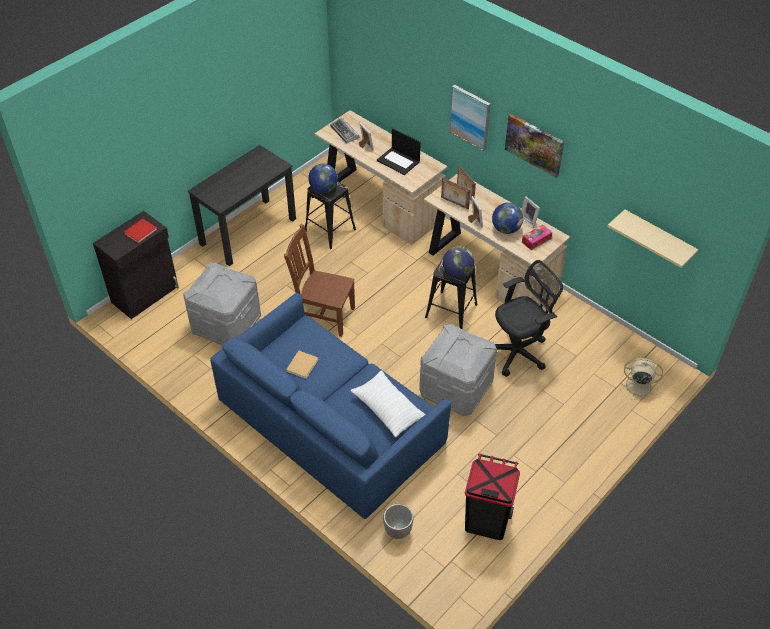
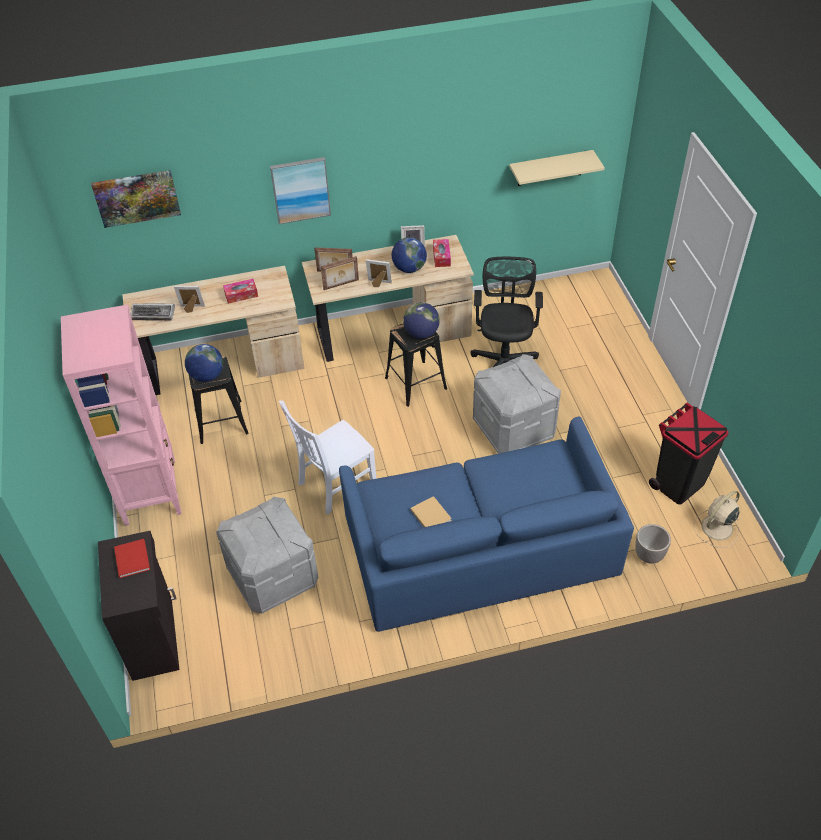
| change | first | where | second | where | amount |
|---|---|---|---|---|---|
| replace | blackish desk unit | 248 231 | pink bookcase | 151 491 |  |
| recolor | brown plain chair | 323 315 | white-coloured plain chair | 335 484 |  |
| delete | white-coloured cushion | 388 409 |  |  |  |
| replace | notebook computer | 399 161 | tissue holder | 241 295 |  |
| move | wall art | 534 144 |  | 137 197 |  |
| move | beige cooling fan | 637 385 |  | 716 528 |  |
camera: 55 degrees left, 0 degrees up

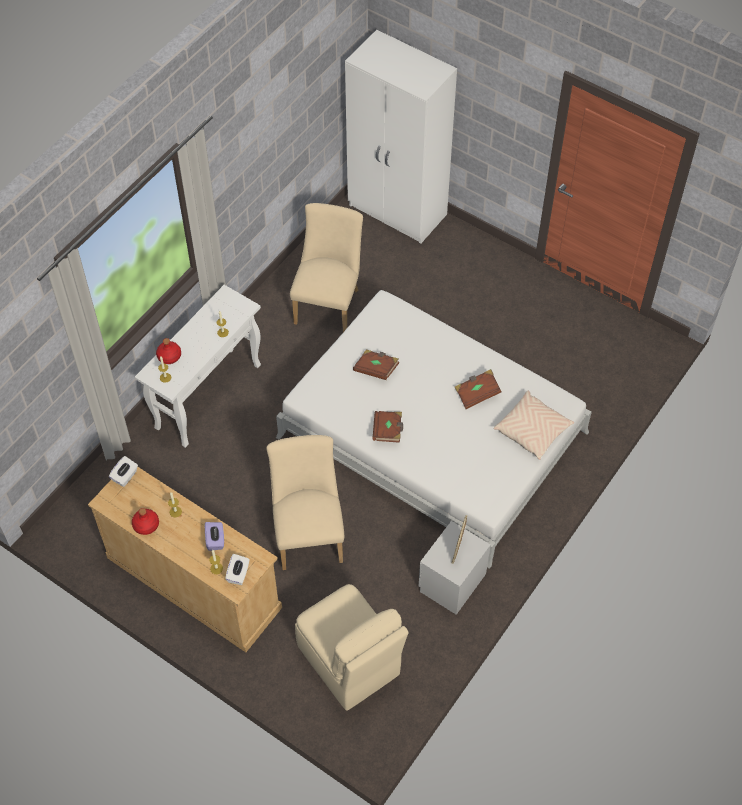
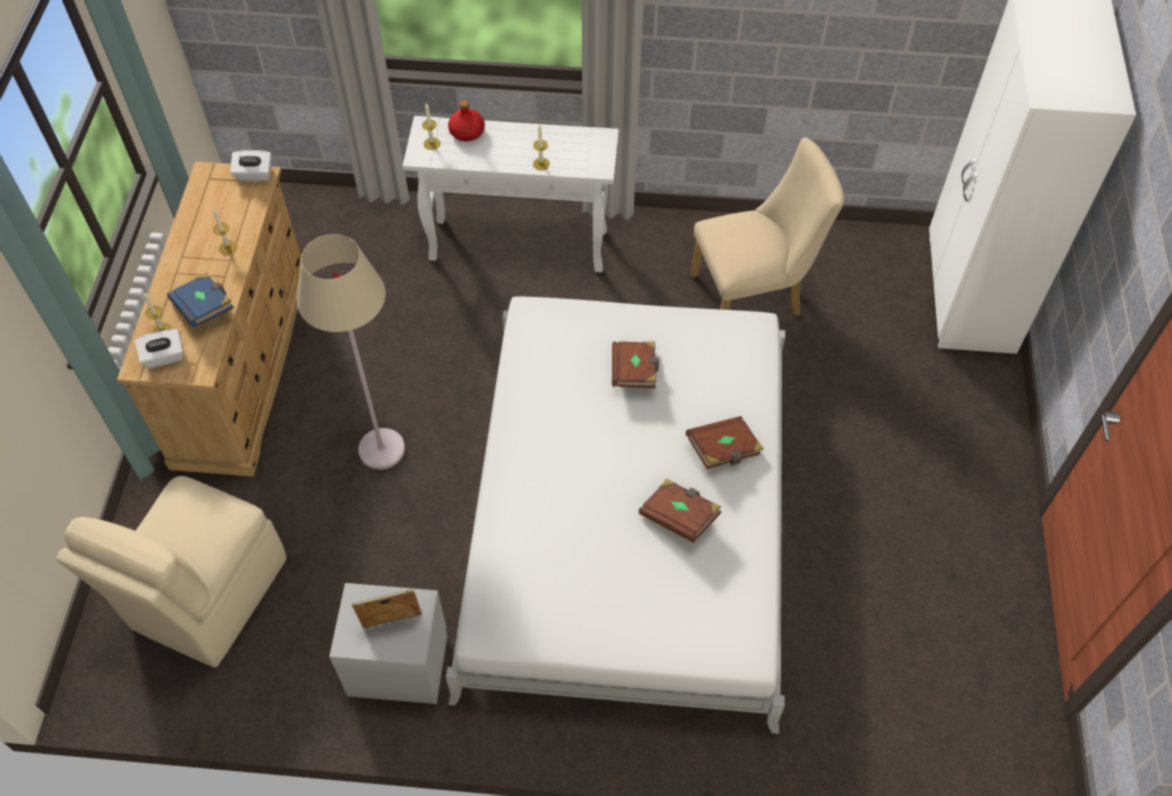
| change | first | where | second | where | amount |
|---|---|---|---|---|---|
| delete | reddish bottle | 146 525 |  |  |  |
| replace | purple-coloured tissue holder | 215 540 | blue-coloured volume | 205 308 |  |
| replace | beige plain chair | 308 532 | beige floor lamp | 382 449 |  |
| move | brown volume | 388 431 |  | 723 450 |  |
| delete | beige cushion | 532 431 |  |  |  |
camera: 60 degrees right, 0 degrees up

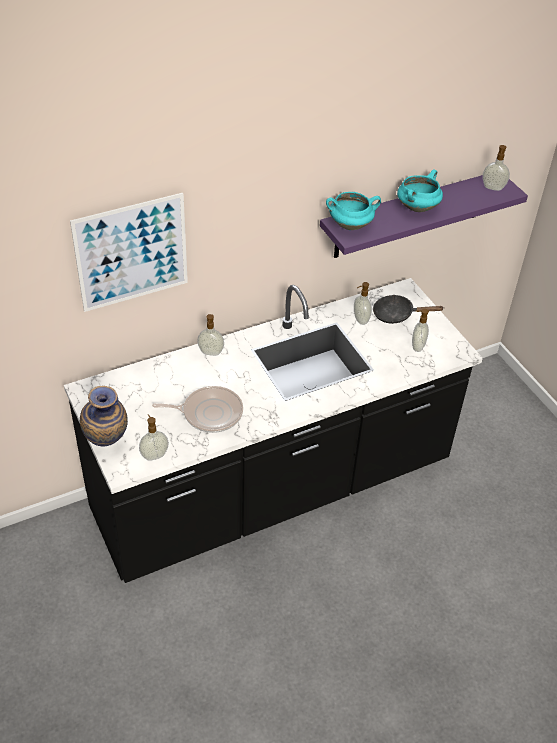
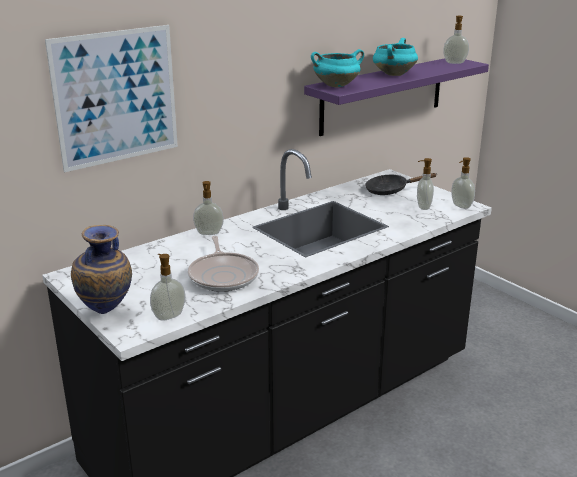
| change | first | where | second | where | amount |
|---|---|---|---|---|---|
| rotate | pan | 209 413 |  | 223 275 | 90 degrees clockwise |
| move | liquid soap bottle | 360 320 |  | 460 206 |  |
camera: 10 degrees left, 20 degrees down

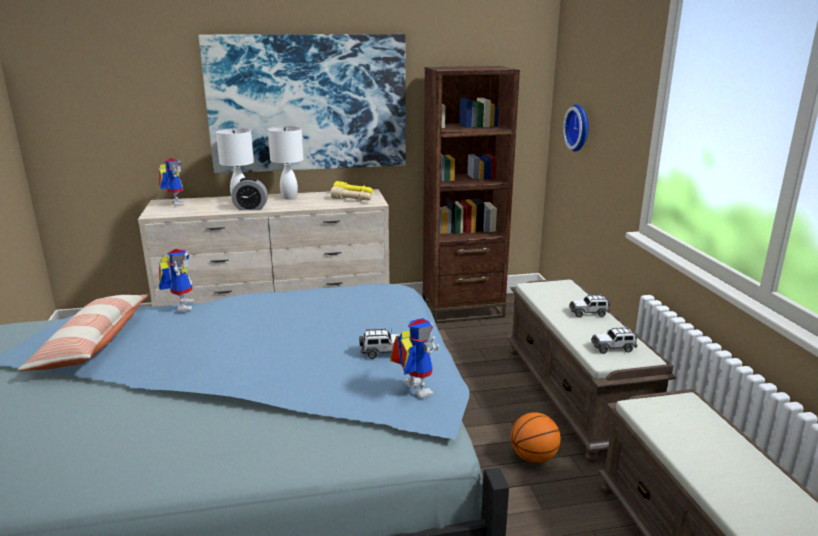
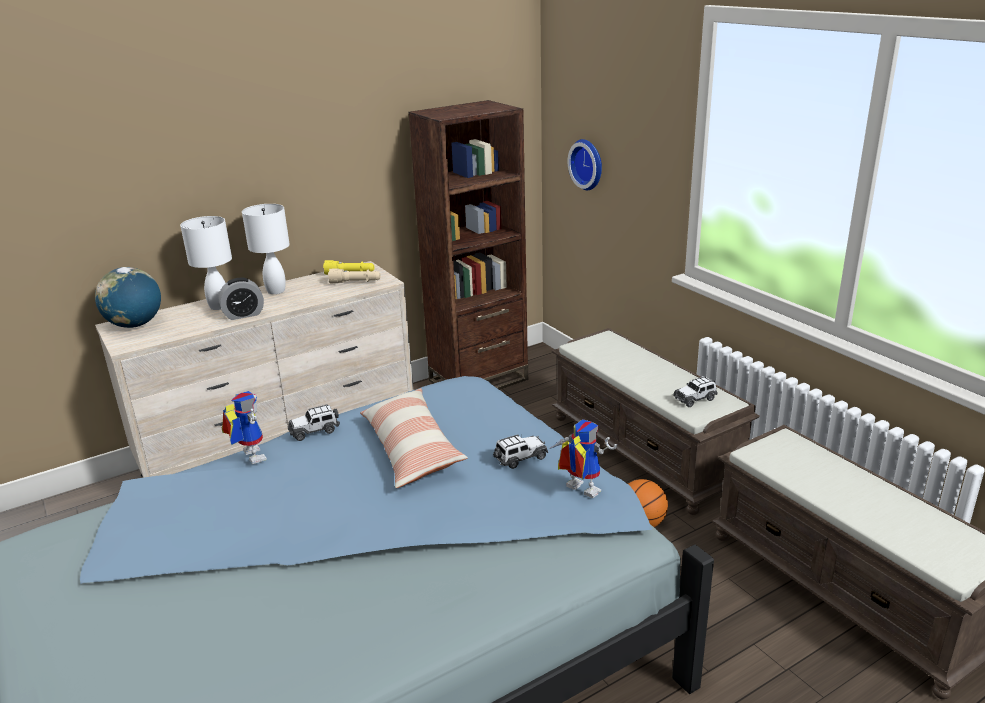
| change | first | where | second | where | amount |
|---|---|---|---|---|---|
| move | cushion | 92 344 |  | 411 449 |  |
| replace | robot figure | 174 203 | desk globe | 135 325 |  |
| delete | wall art | 308 103 |  |  |  |
| move | model car | 588 313 |  | 314 431 |  |
camera: 20 degrees left, 5 degrees up

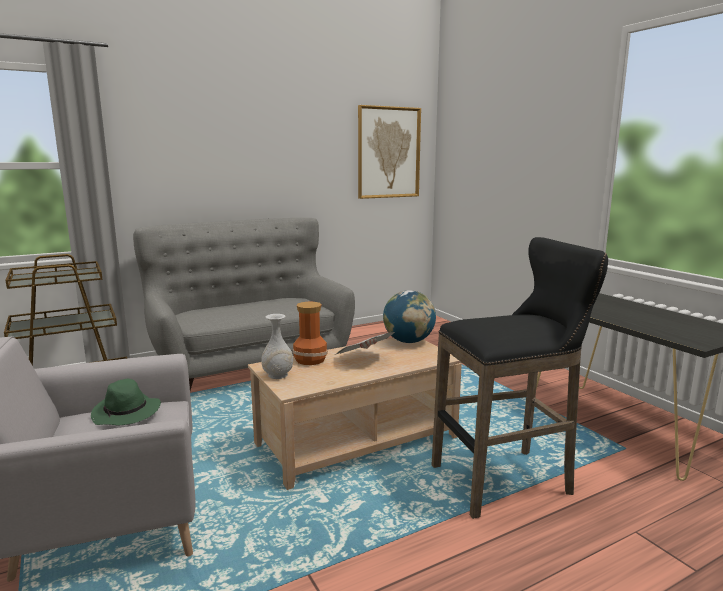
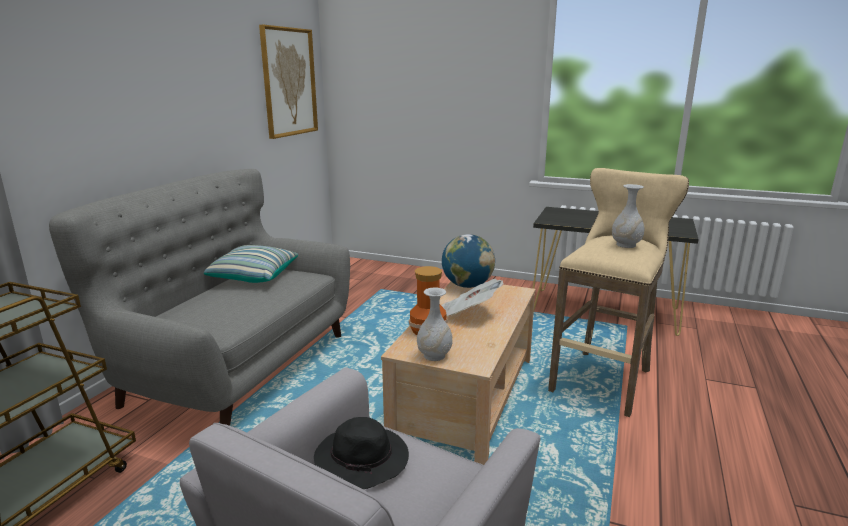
| change | first | where | second | where | amount |
|---|---|---|---|---|---|
| recolor | greenish hat | 127 413 | blackish hat | 363 461 |  |
| recolor | blackish stool seat | 507 479 | beige stool seat | 603 378 |  |
| insert |  |  | cushion | 252 277 |  |
| insert |  |  | white-coloured vase | 626 245 |  |
camera: 40 degrees left, 5 degrees up

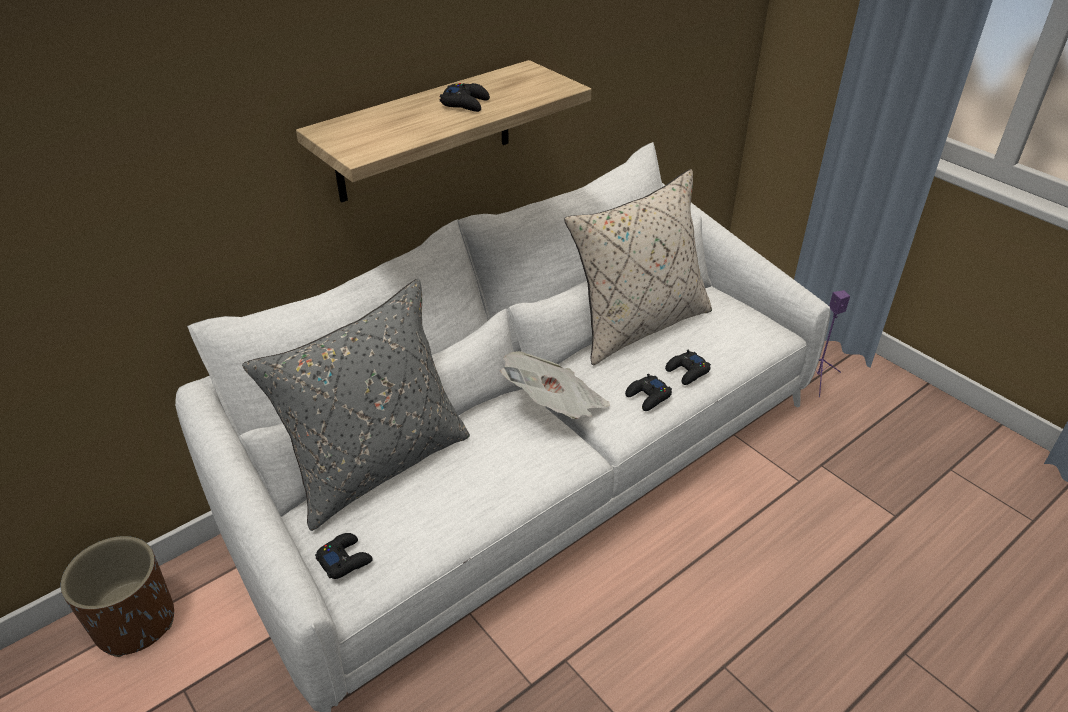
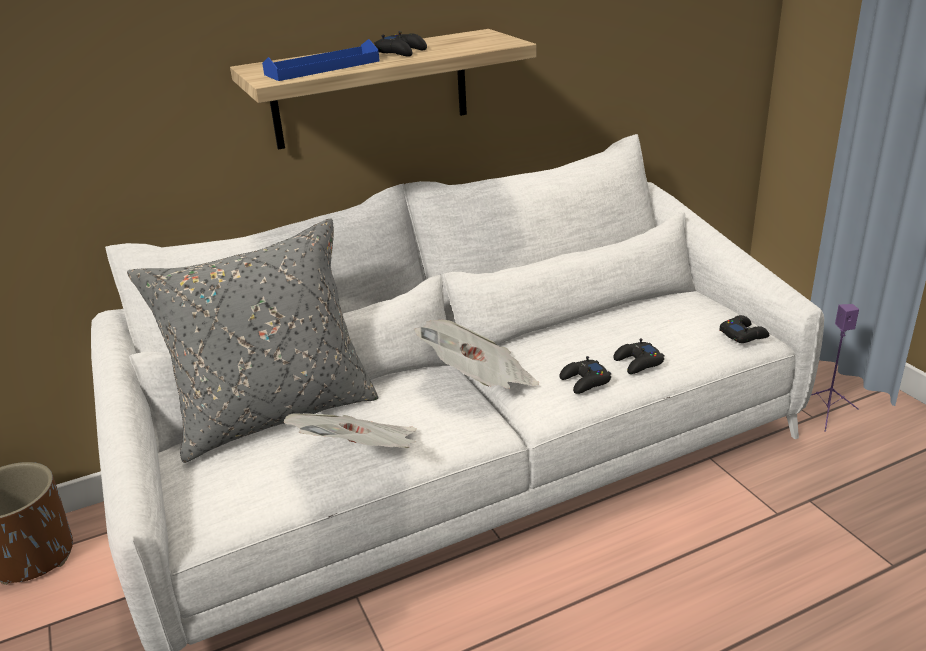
| change | first | where | second | where | amount |
|---|---|---|---|---|---|
| move | blackish gamepad | 345 559 |  | 743 335 |  |
| delete | beige cushion | 637 325 |  |  |  |
| insert |  |  | blue-coloured carrying tray | 322 68 |  |
| insert |  |  | newspaper | 361 457 |  |
camera: 15 degrees right, 10 degrees down

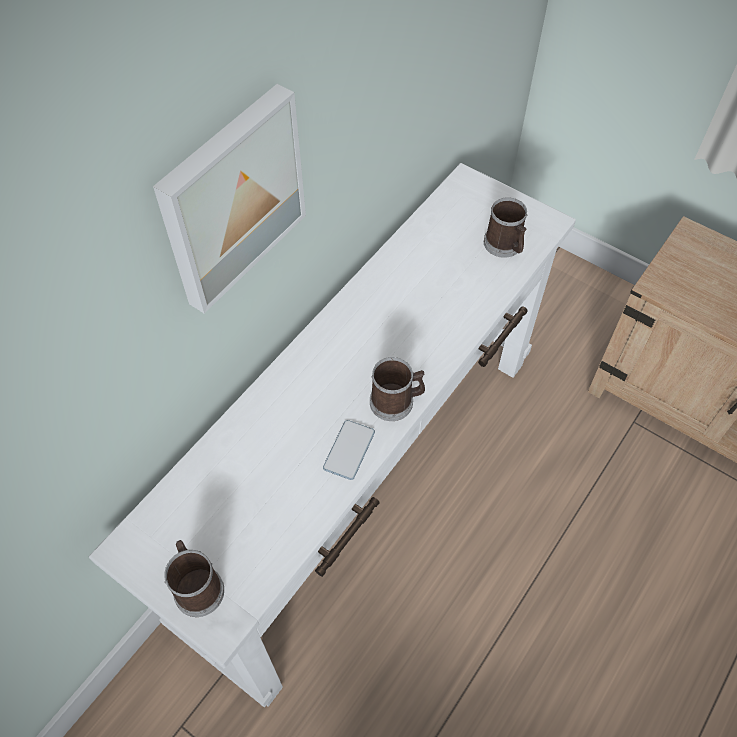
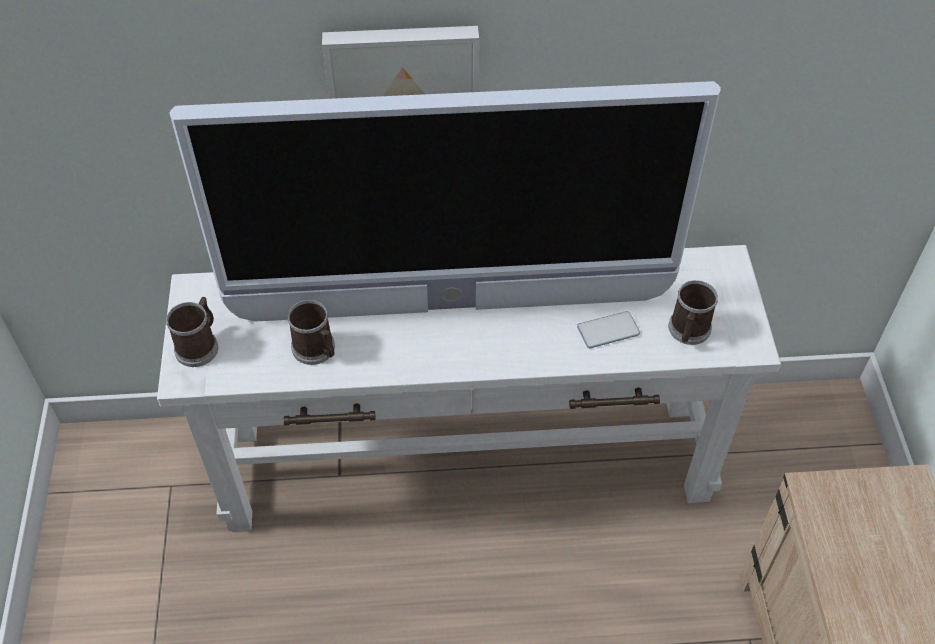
| change | first | where | second | where | amount |
|---|---|---|---|---|---|
| move | phone | 349 450 |  | 608 330 |  |
| move | mug | 396 401 |  | 317 350 |  |
| insert |  |  | TV | 451 306 |  |
camera: 50 degrees right, 5 degrees down

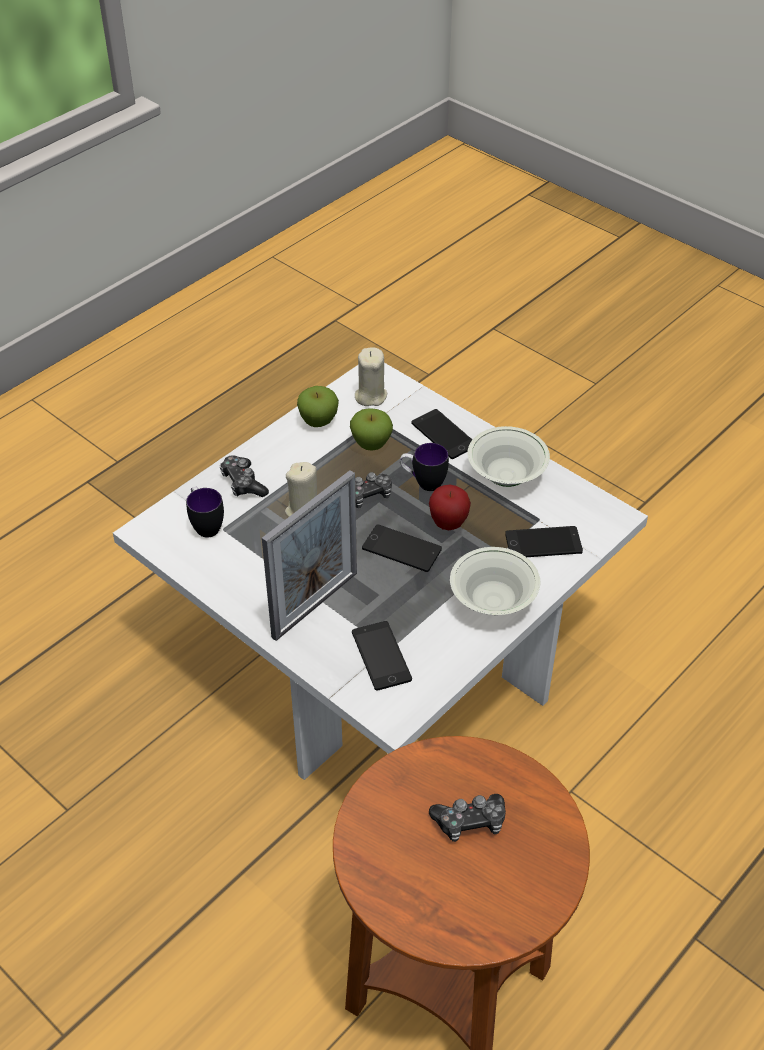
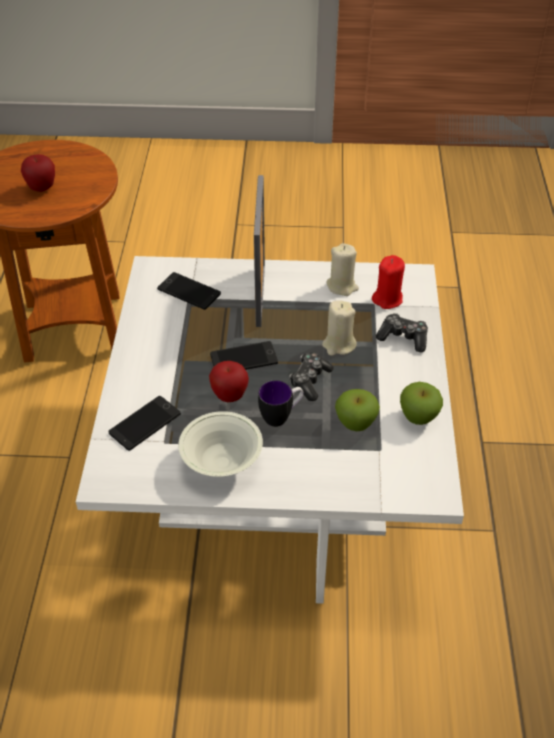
| change | first | where | second | where | amount |
|---|---|---|---|---|---|
| replace | mug | 205 525 | reddish candle | 387 299 |  |
| move | beige candle | 370 396 |  | 342 286 |  |
| delete | phone | 443 435 |  |  |  |
| replace | gamepad | 470 822 | apple | 42 188 |  |
| delete | white-coloured deep dish | 493 602 |  |  |  |
camera: 140 degrees right, 0 degrees up

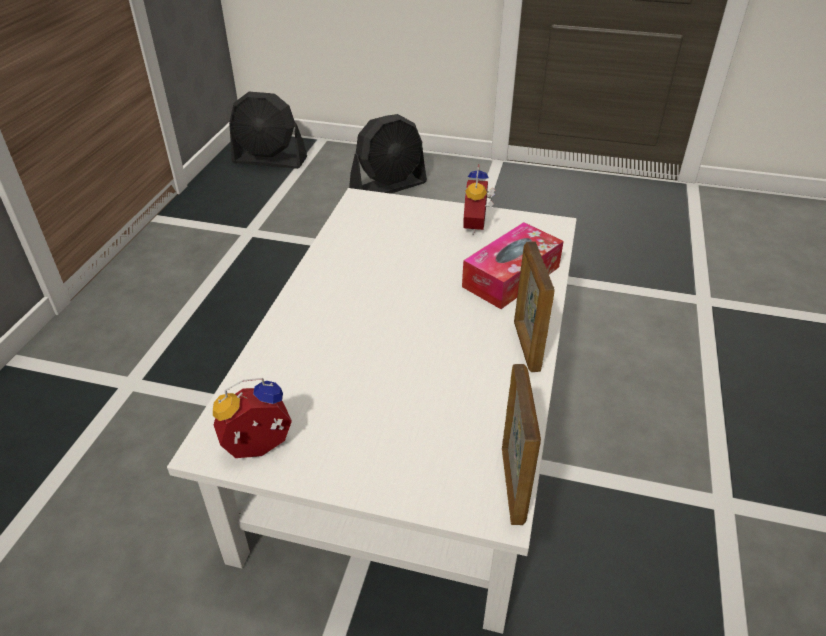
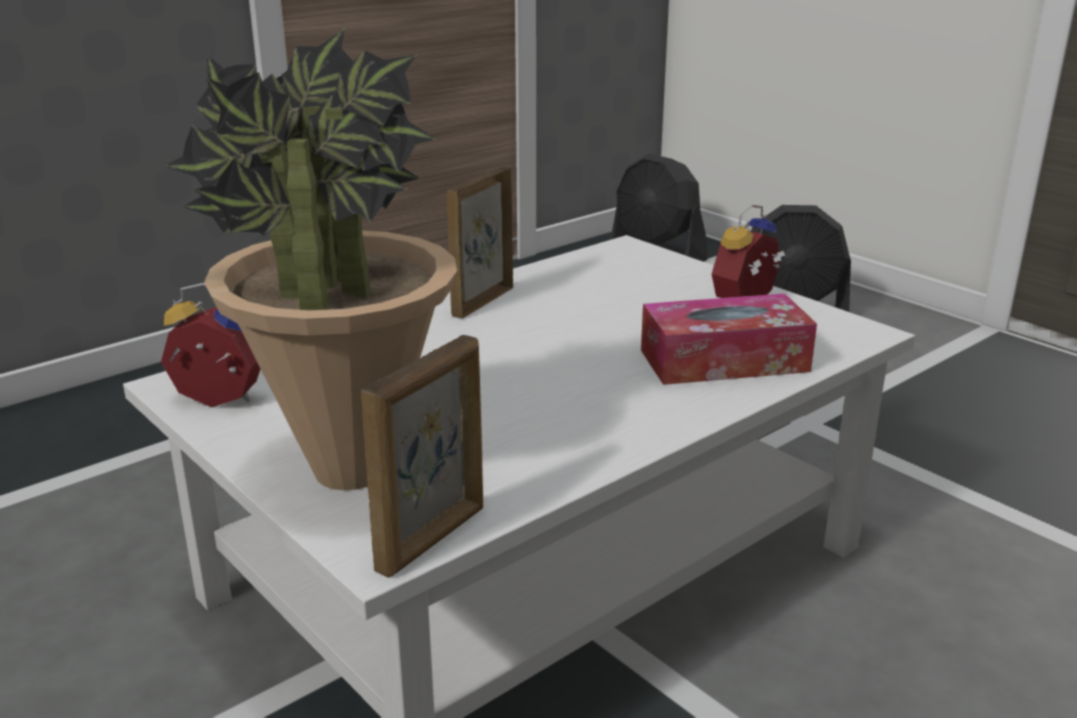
| change | first | where | second | where | amount |
|---|---|---|---|---|---|
| move | photo frame | 526 346 |  | 481 302 |  |
| insert |  |  | houseplant | 349 471 |  |
camera: 35 degrees right, 15 degrees down

